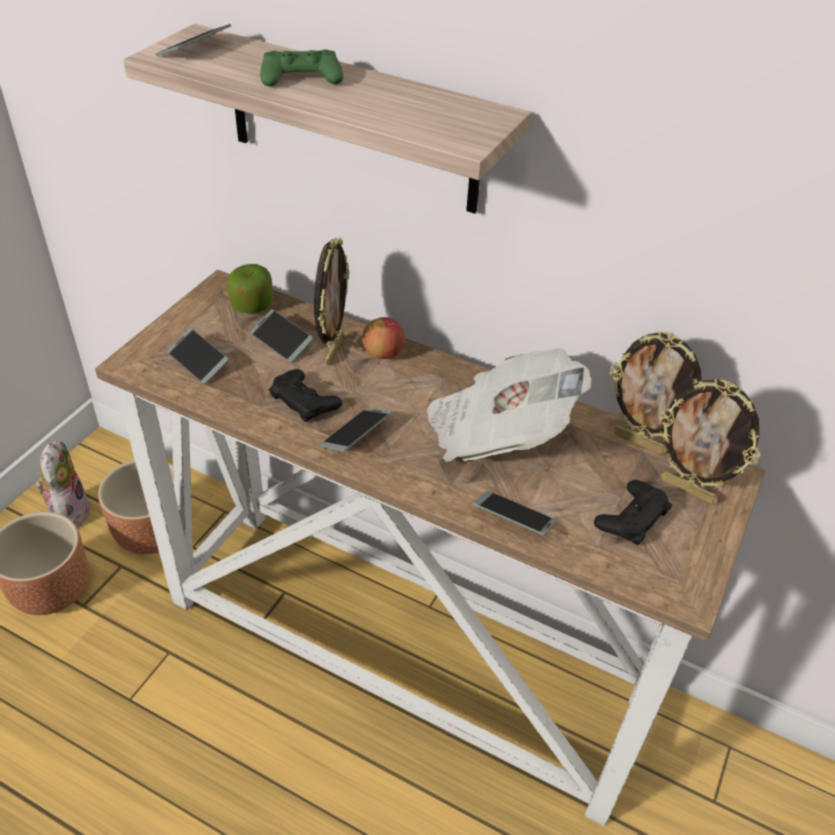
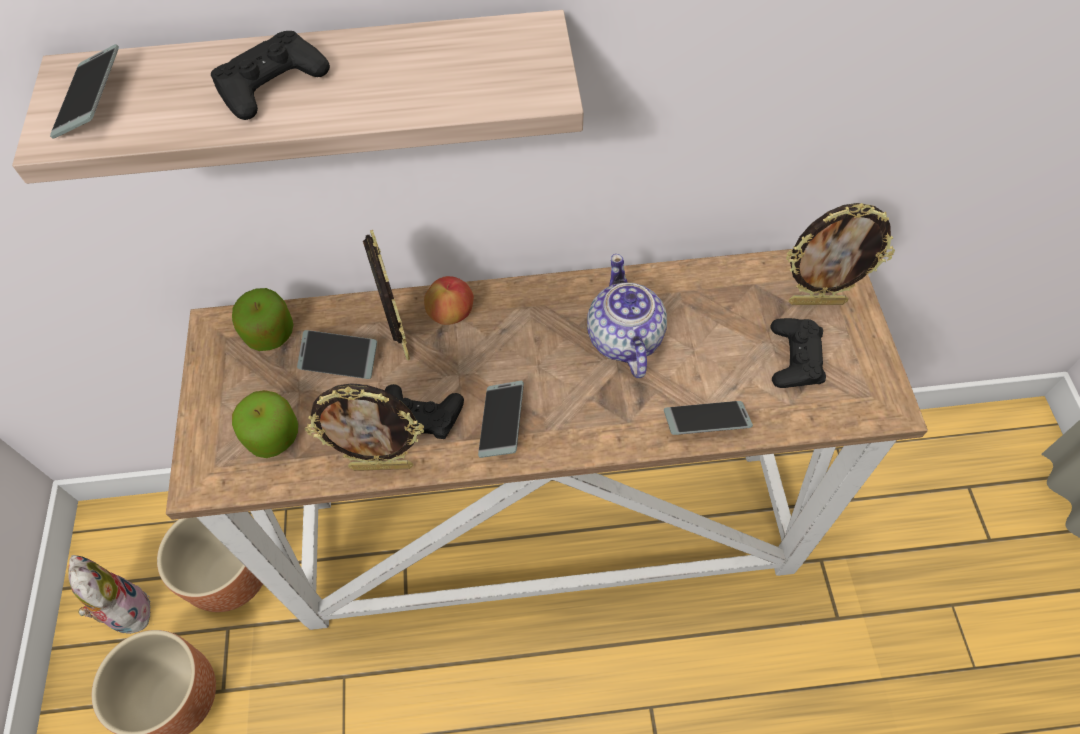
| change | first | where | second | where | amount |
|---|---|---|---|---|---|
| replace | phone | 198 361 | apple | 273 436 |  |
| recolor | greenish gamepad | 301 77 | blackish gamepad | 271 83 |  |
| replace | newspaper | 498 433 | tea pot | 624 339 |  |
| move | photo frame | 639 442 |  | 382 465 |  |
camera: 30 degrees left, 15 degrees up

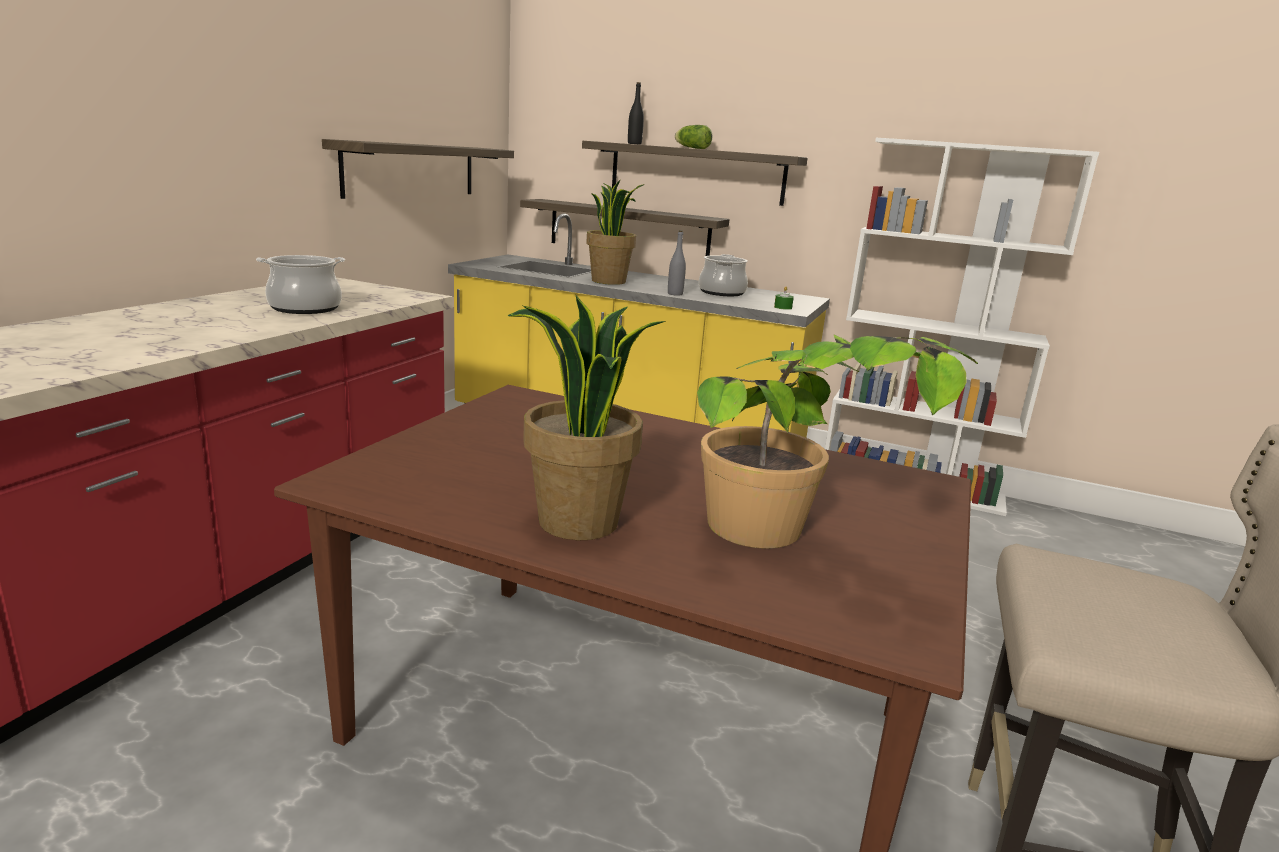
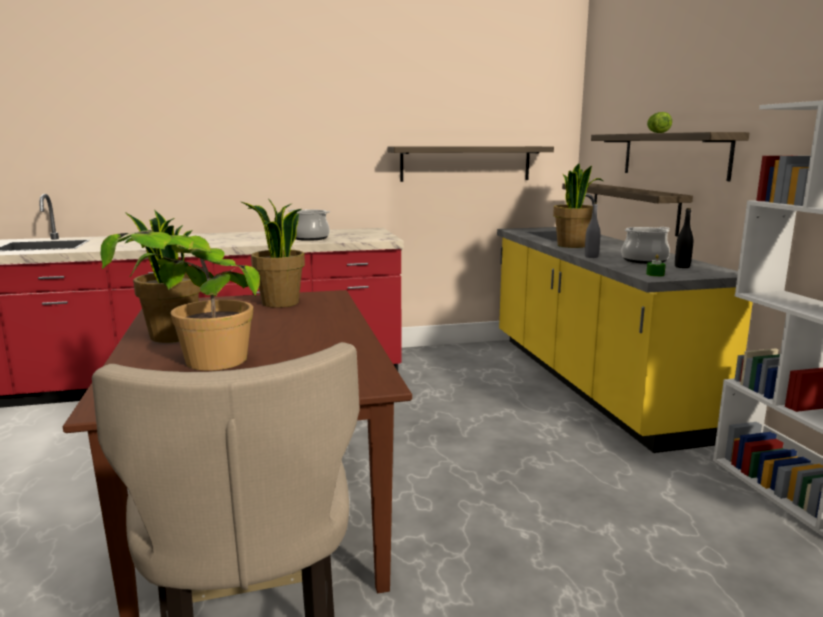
| change | first | where | second | where | amount |
|---|---|---|---|---|---|
| move | blackish bottle | 634 144 |  | 682 267 |  |
| insert |  |  | houseplant | 279 303 |  |
camera: 55 degrees right, 5 degrees down

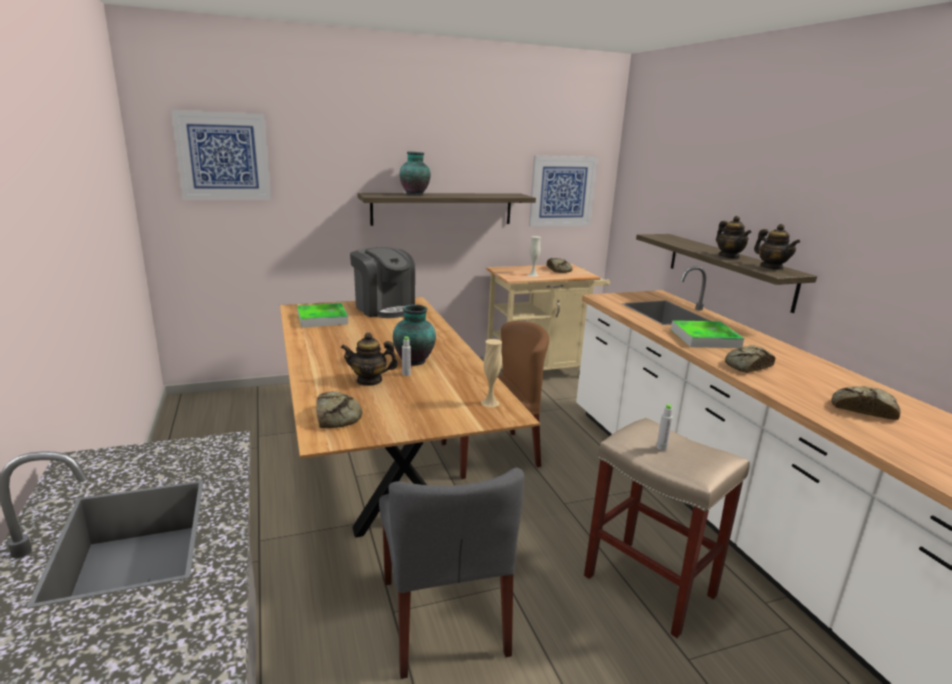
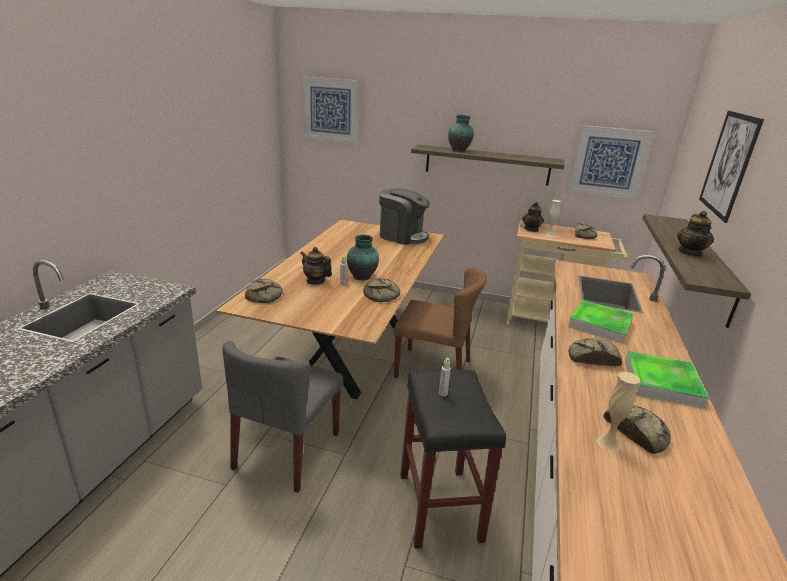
| change | first | where | second | where | amount |
|---|---|---|---|---|---|
| move | carrying tray | 322 319 |  | 662 382 |  |
| rotate | coffee maker | 384 308 |  | 402 236 | 60 degrees counterclockwise |
| move | beige vase | 490 403 |  | 608 443 |  |
| recolor | beige stool seat | 651 586 | blackish stool seat | 440 508 |  |
| move | tea pot | 771 268 |  | 531 229 |  |
| insert |  |  | bread | 383 295 |  |
| insert |  |  | wall art | 728 164 |  |
camera: 35 degrees right, 5 degrees up

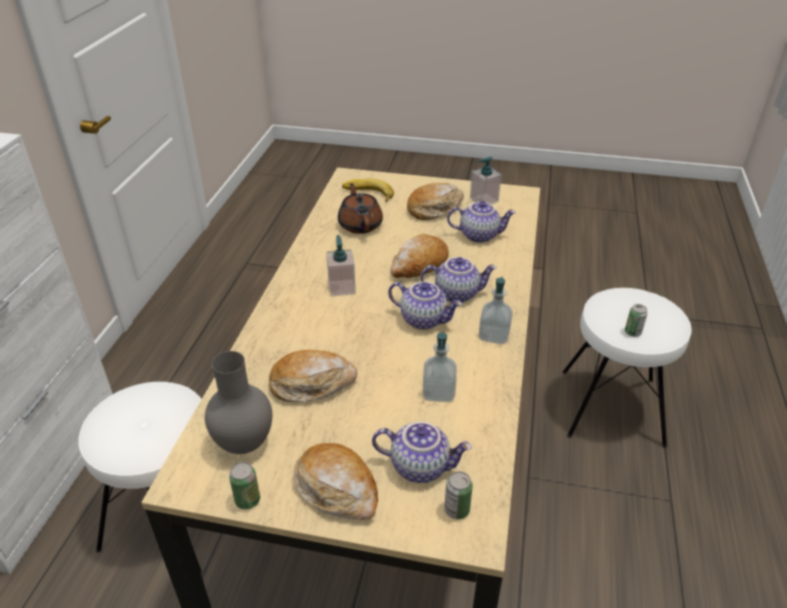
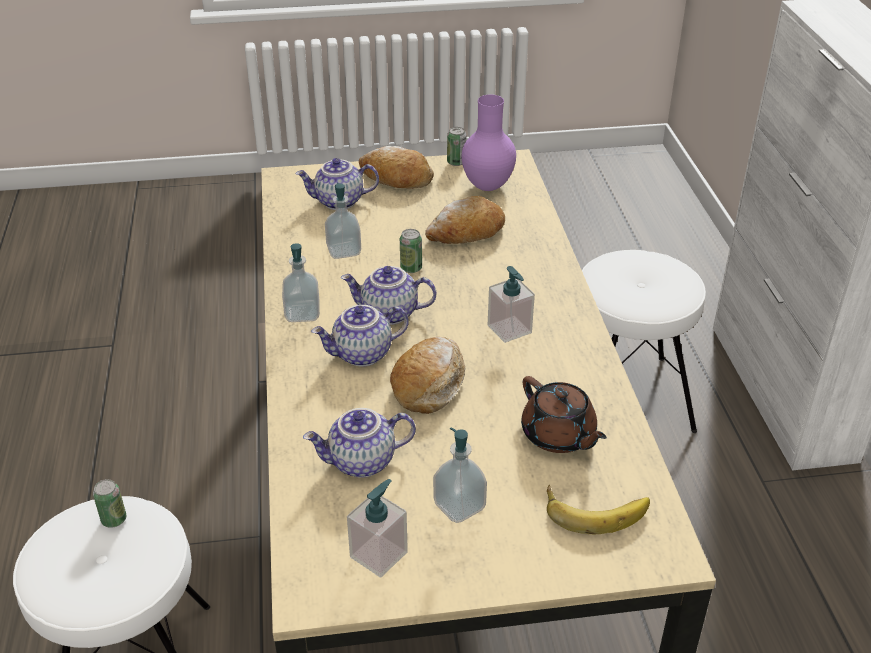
| change | first | where | second | where | amount |
|---|---|---|---|---|---|
| recolor | greyish vase | 244 445 | purple-coloured vase | 487 186 |  |
| replace | bread | 434 208 | liquid soap bottle | 459 506 |  |
| move | sealed can | 456 510 |  | 411 268 |  |
camera: 160 degrees right, 0 degrees up

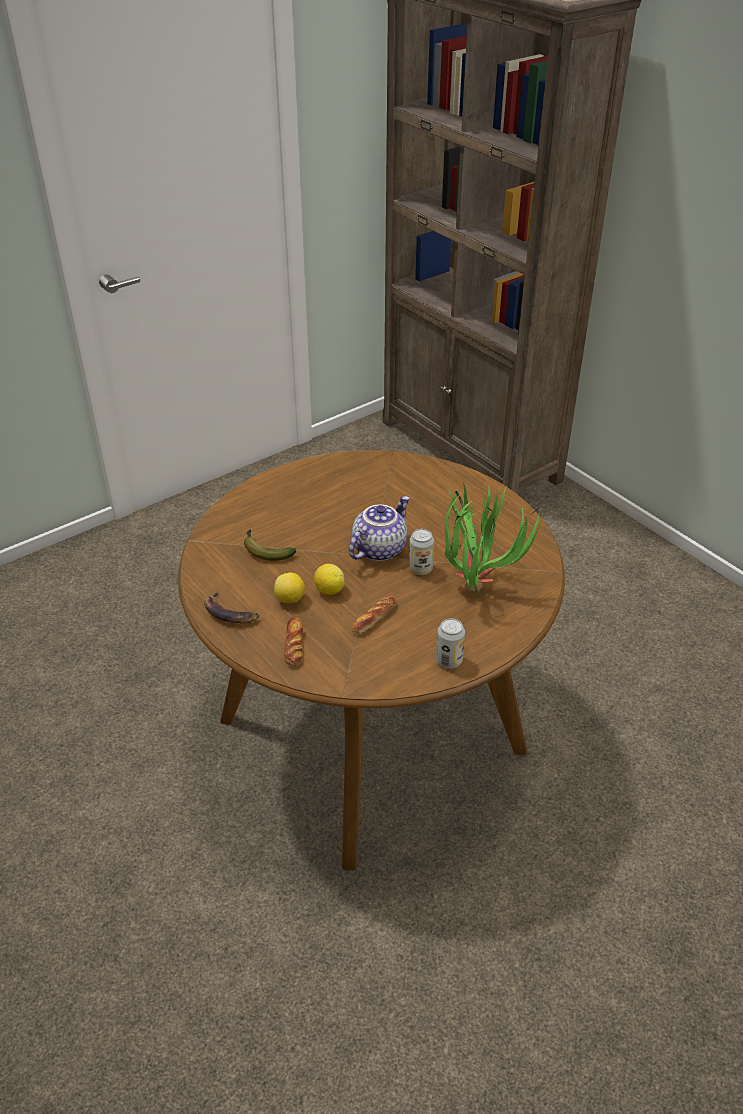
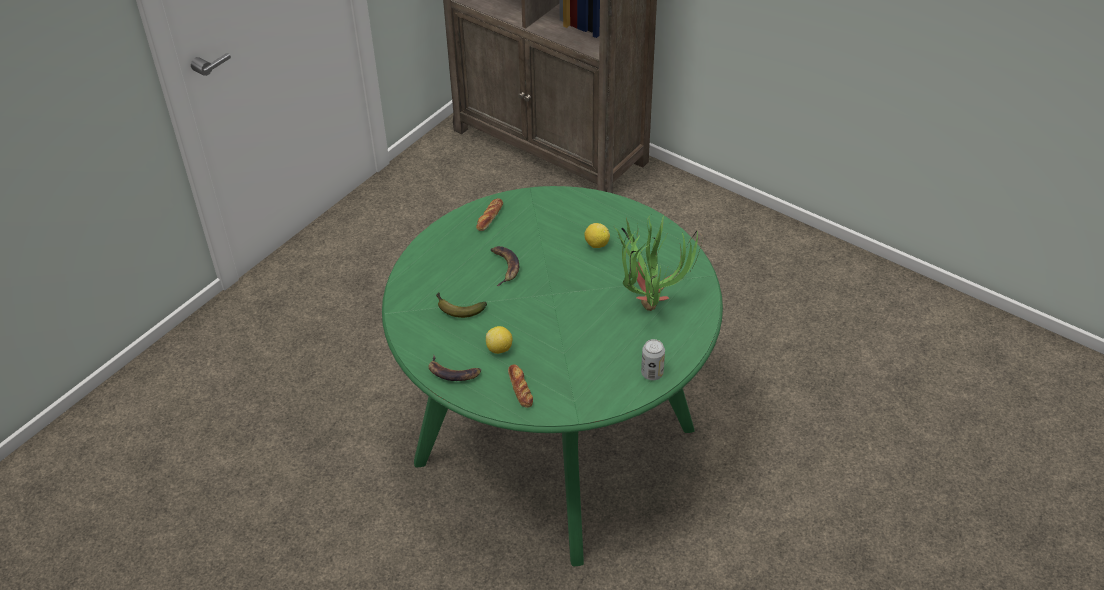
| change | first | where | second | where | amount |
|---|---|---|---|---|---|
| recolor | brown dining table | 371 734 | greenish dining table | 555 445 |  |
| move | whole lemon | 329 590 |  | 596 244 |  |
| delete | tea pot | 378 549 |  |  |  |
| move | bread | 374 618 |  | 490 217 |  |
| delete | sealed can | 420 569 |  |  |  |
| insert |  |  | banana | 504 266 |  |
camera: 15 degrees left, 5 degrees up

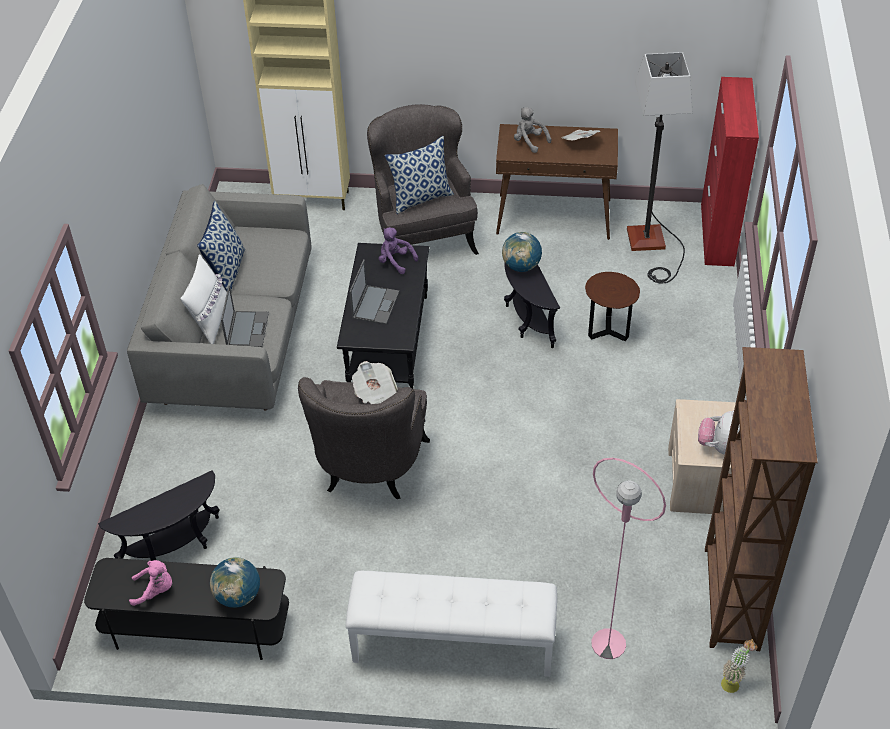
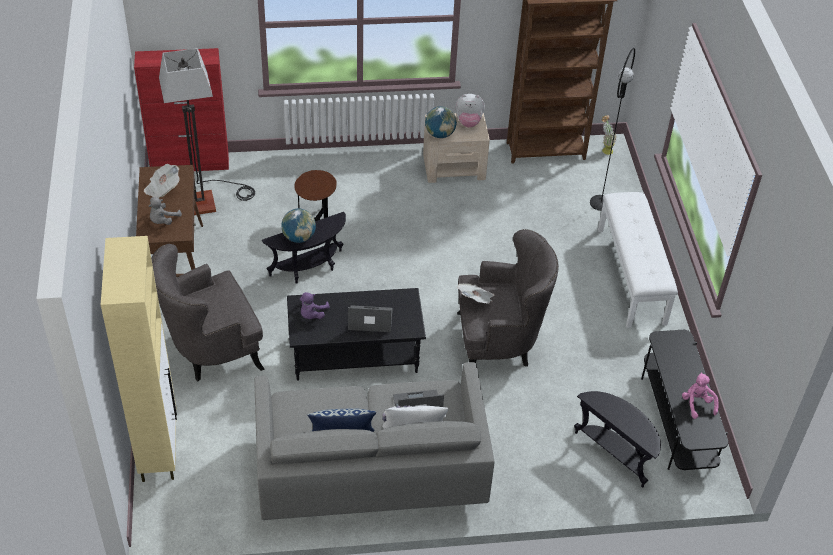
| change | first | where | second | where | amount |
|---|---|---|---|---|---|
| move | desk globe | 238 596 |  | 440 134 |  |
| delete | cushion | 421 198 |  |  |  |
| recolor | pink floor lamp | 608 644 | blackish floor lamp | 601 203 |  |
camera: 105 degrees left, 0 degrees up

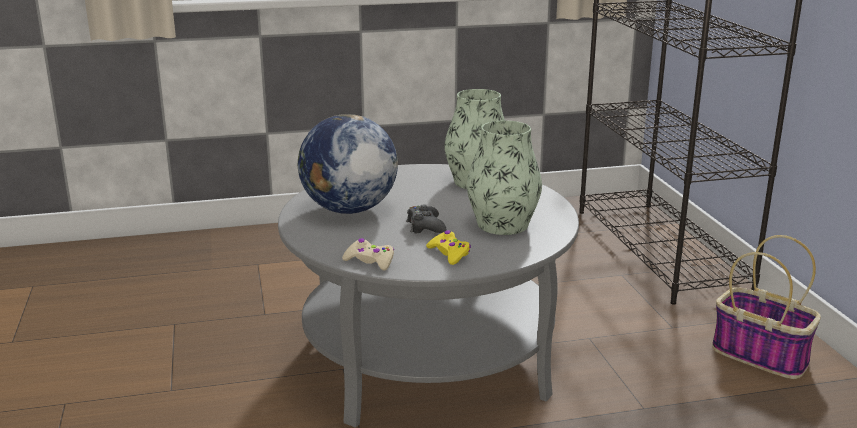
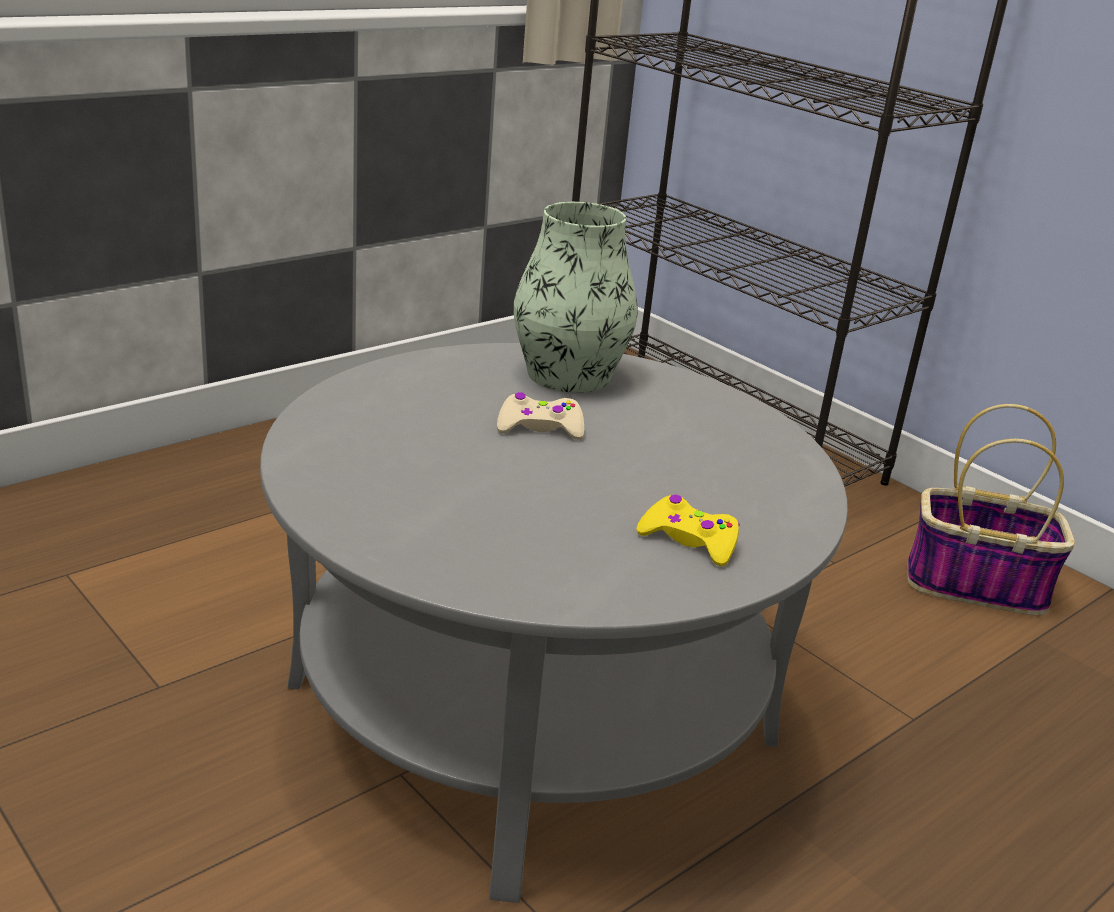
| change | first | where | second | where | amount |
|---|---|---|---|---|---|
| delete | desk globe | 348 210 |  |  |  |
| move | beige gamepad | 370 261 |  | 540 428 |  |
| delete | blackish gamepad | 425 227 |  |  |  |
| delete | vase | 502 224 |  |  |  |
camera: 30 degrees left, 5 degrees up

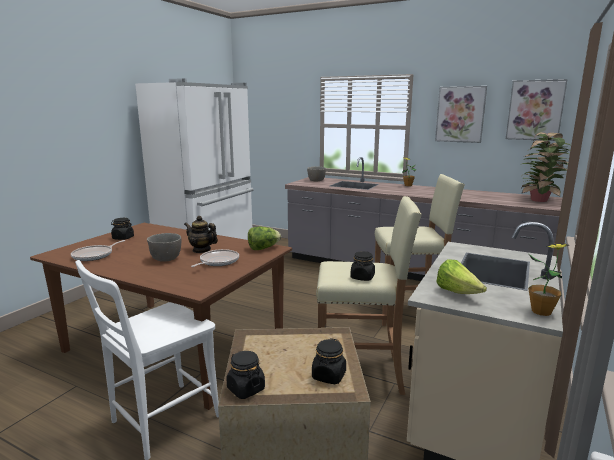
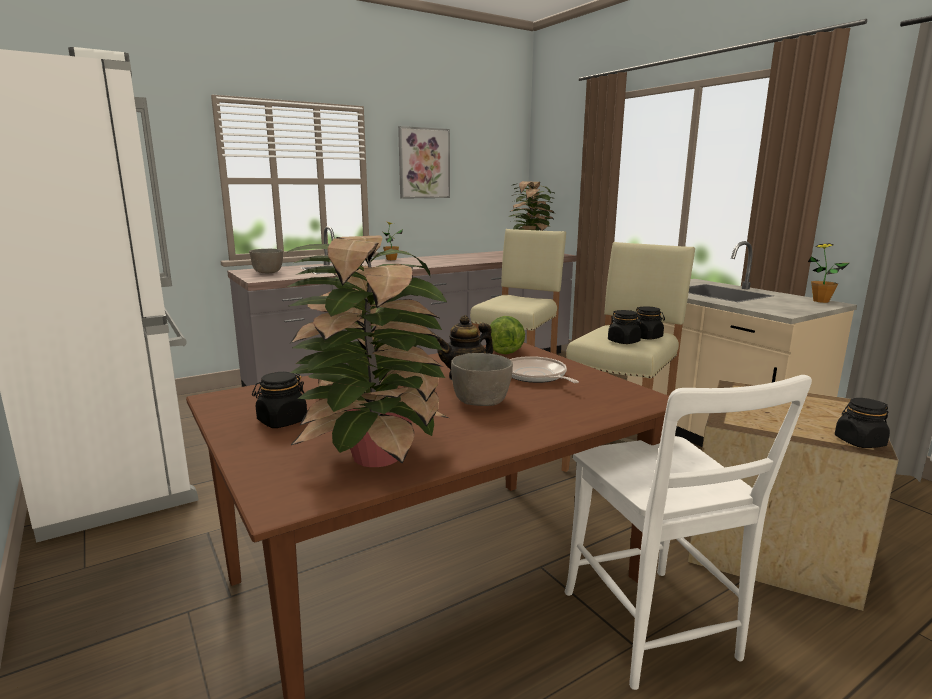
| change | first | where | second | where | amount |
|---|---|---|---|---|---|
| replace | pan | 95 255 | houseplant | 375 453 |  |
| move | blackish storage jar | 329 376 |  | 624 342 |  |
| delete | head of lettuce | 457 293 |  |  |  |
| delete | wall art | 535 110 |  |  |  |
camera: 60 degrees left, 0 degrees up

